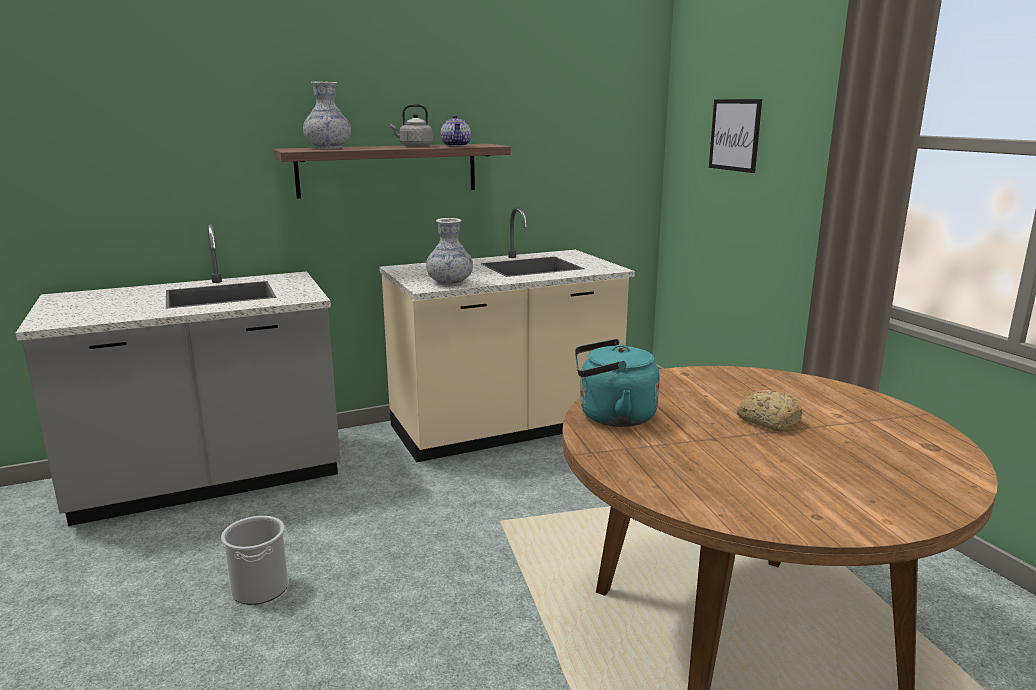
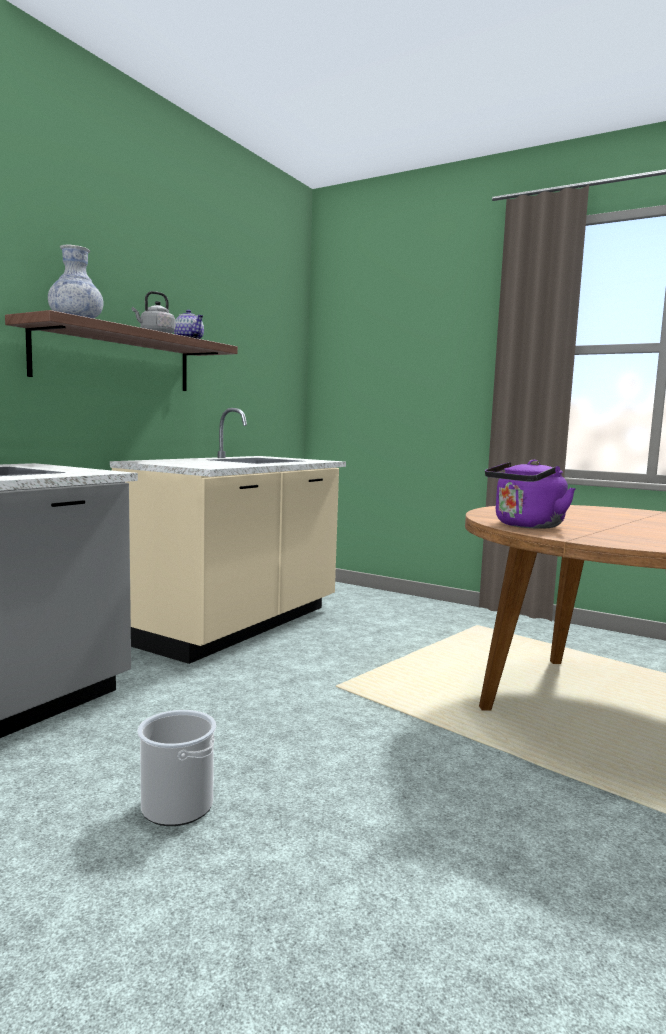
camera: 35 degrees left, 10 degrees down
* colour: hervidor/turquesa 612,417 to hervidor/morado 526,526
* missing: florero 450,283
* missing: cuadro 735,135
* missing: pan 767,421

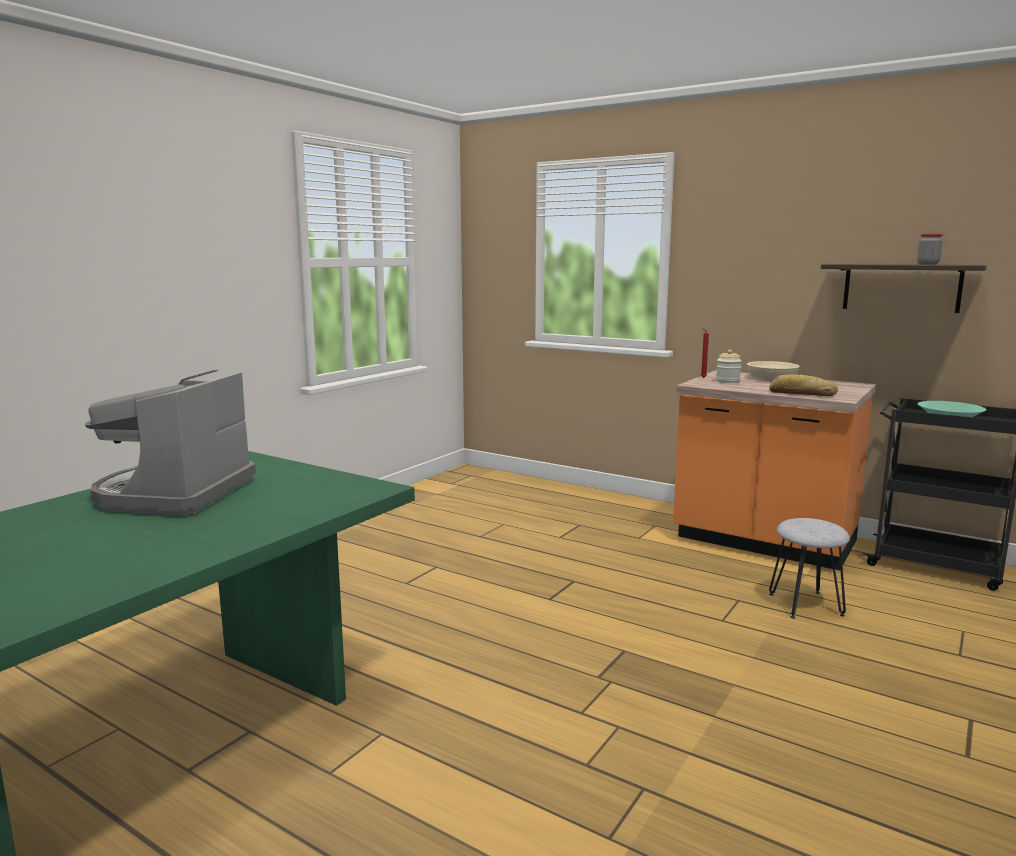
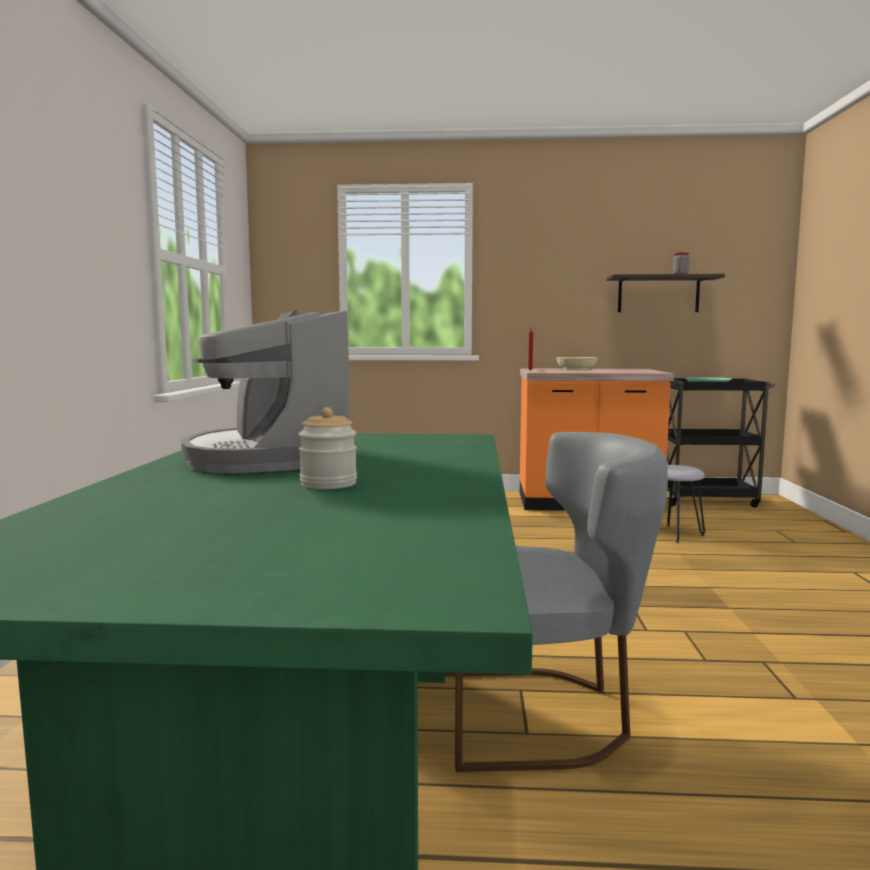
camera: 30 degrees left, 5 degrees down
* relocated: tarro 727,381 to 328,484
* appeared: silla/gris 542,715
* missing: pan 802,393

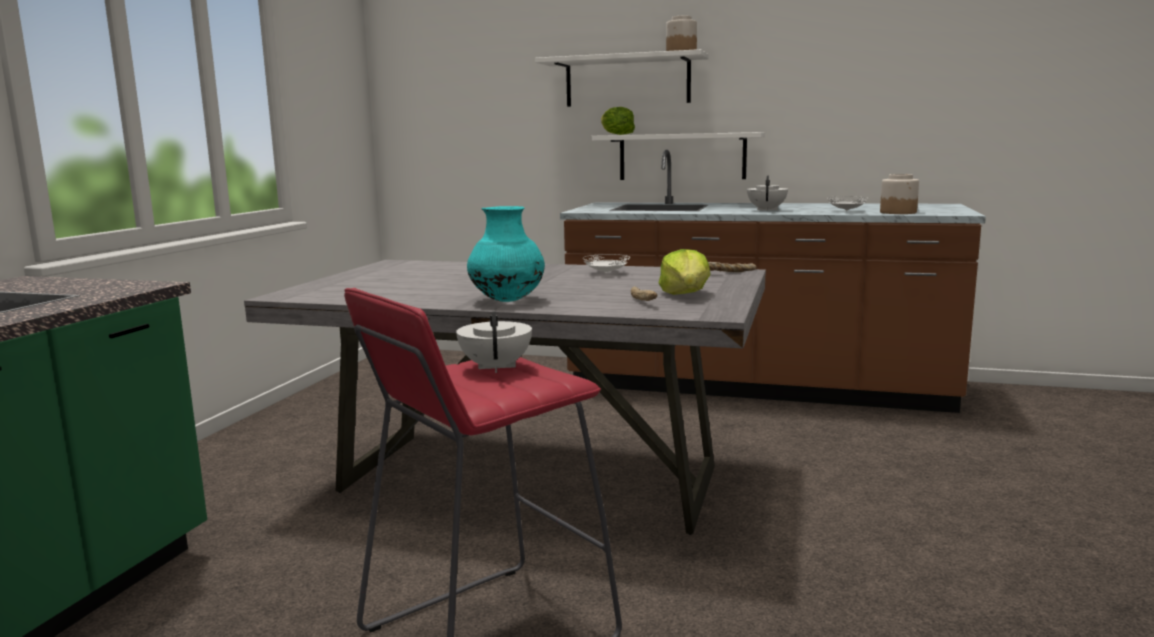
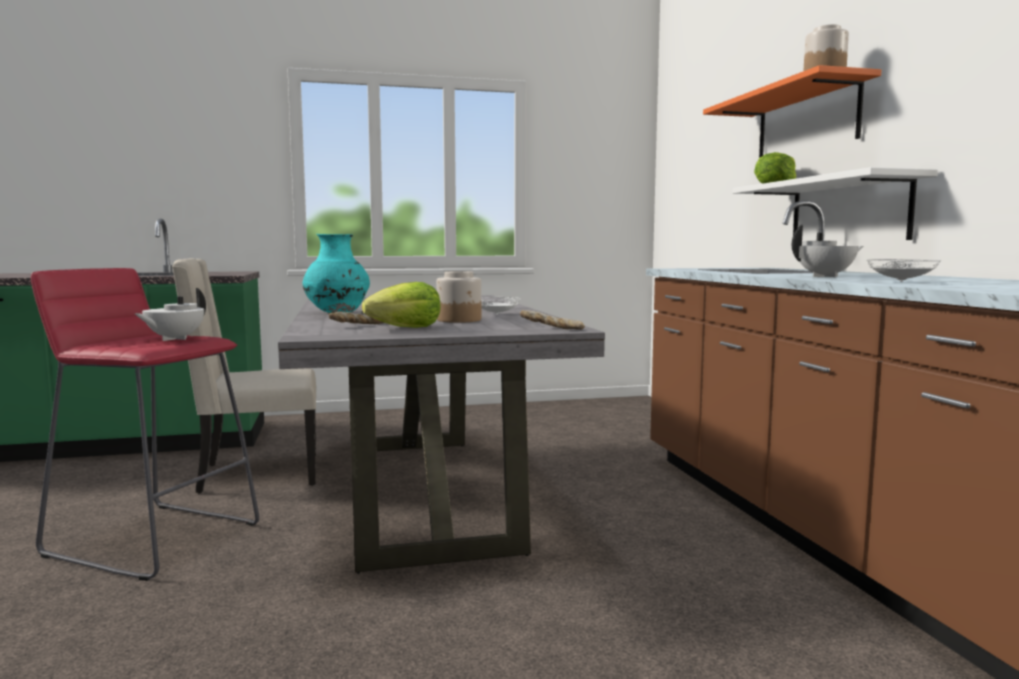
camera: 60 degrees right, 5 degrees down
* spun: tetera/blanco 496,367 = 174,339 150 degrees clockwise
* appeared: silla/beis 257,474
* relocated: tarro 898,212 to 459,320
* colour: estante/blanco 627,81 to estante/naranja 806,121

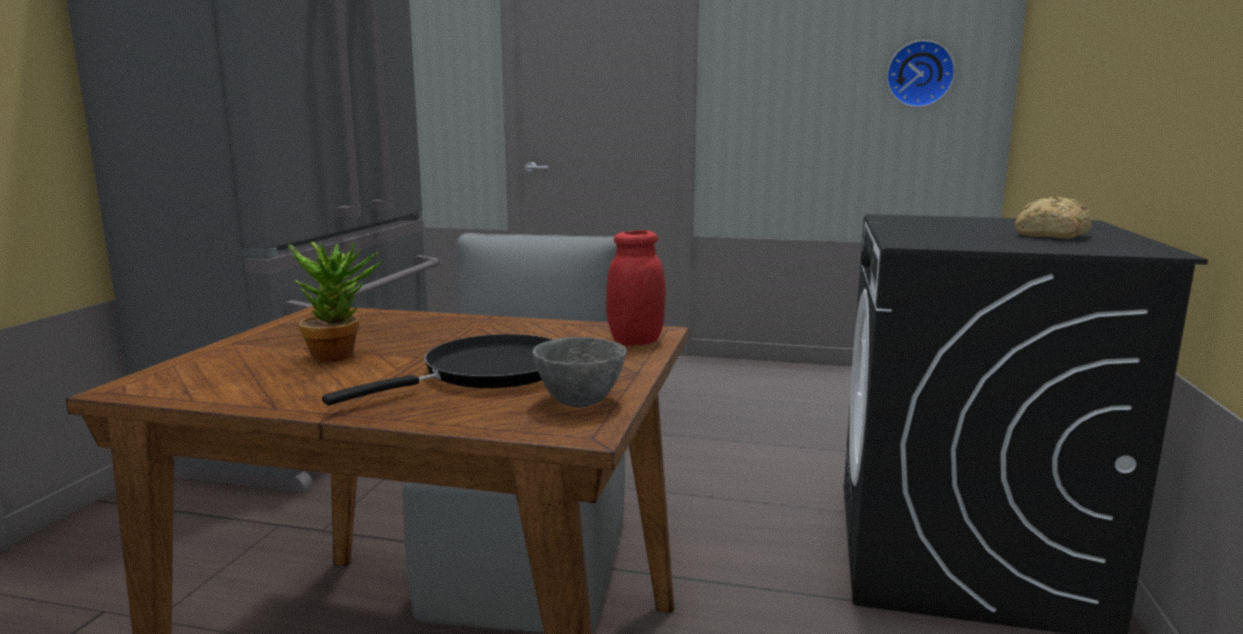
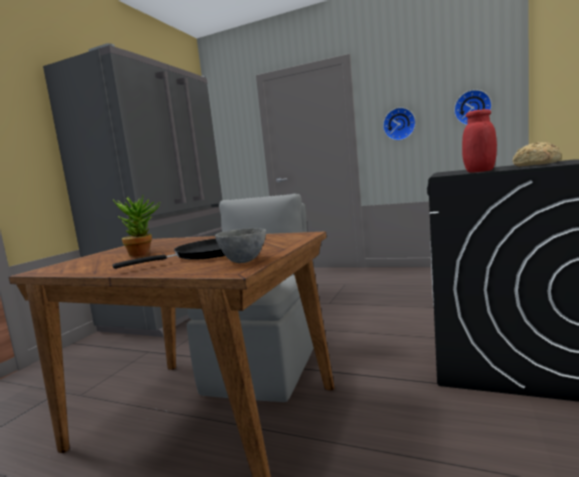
camera: 10 degrees right, 5 degrees down
* appeared: reloj de pared 399,124
* relocated: tarro/rojo 636,341 to 480,171

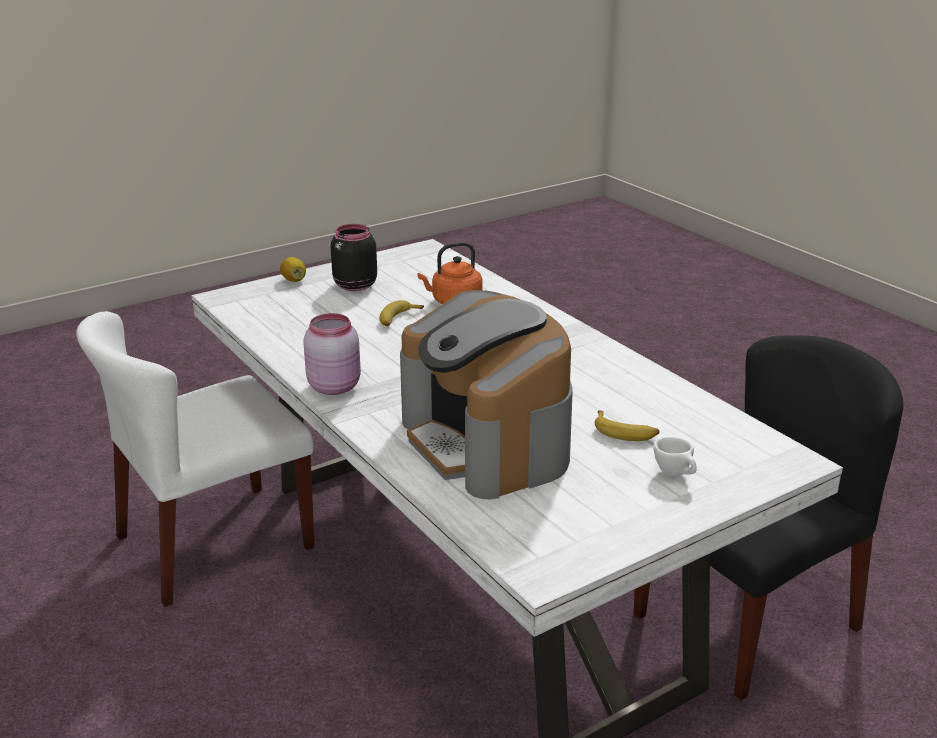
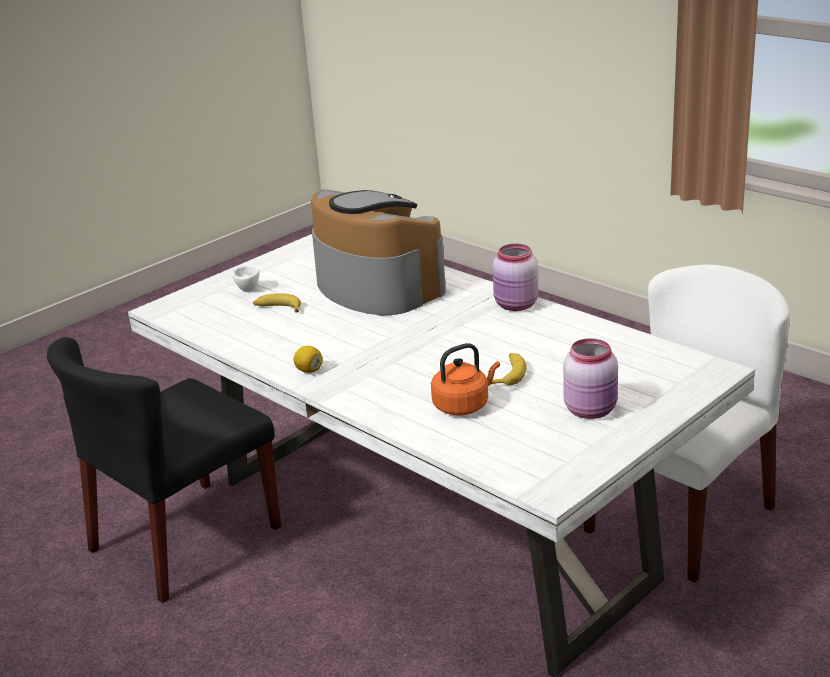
camera: 170 degrees right, 0 degrees up
* relocated: limón 294,280 to 309,370
* colour: tarro/negro 354,285 to tarro/rosa 592,410

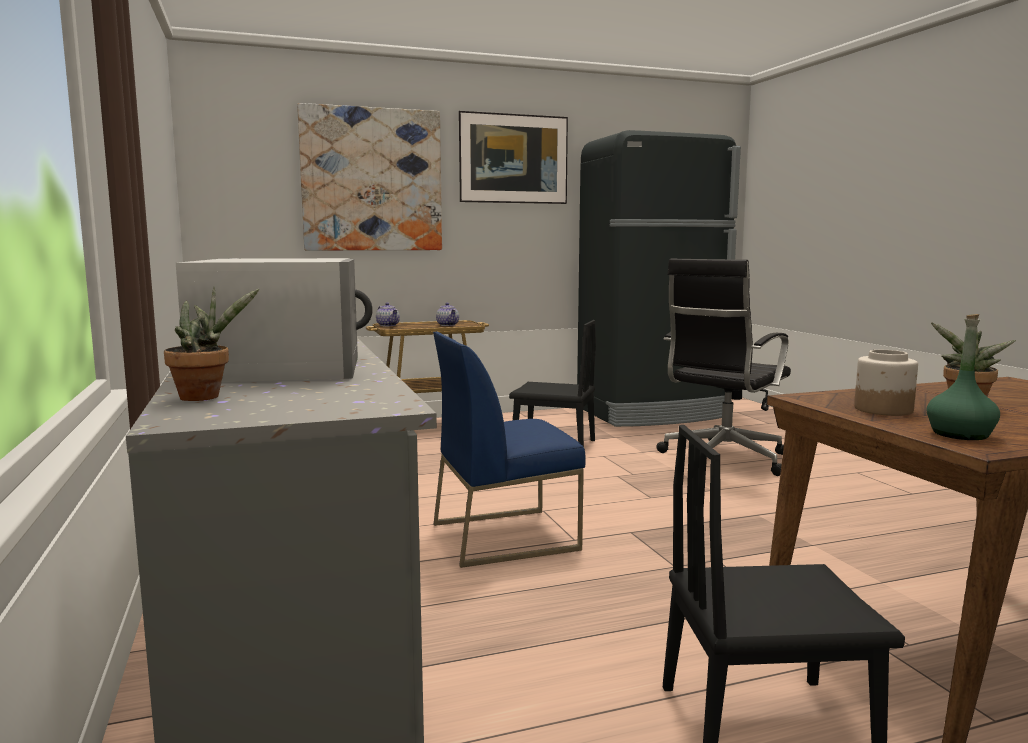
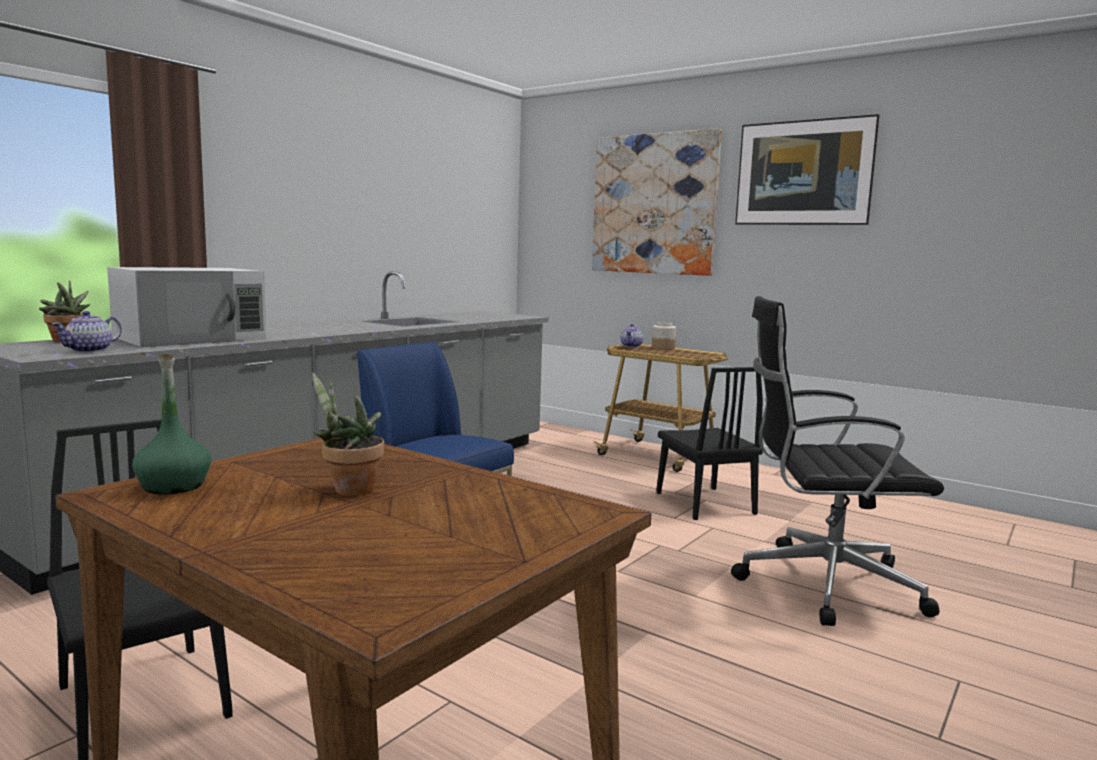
camera: 55 degrees right, 0 degrees up
* relocated: tetera 448,325 to 89,350
* relocated: tarro 883,410 to 662,348
* missing: nevera/negro 651,413

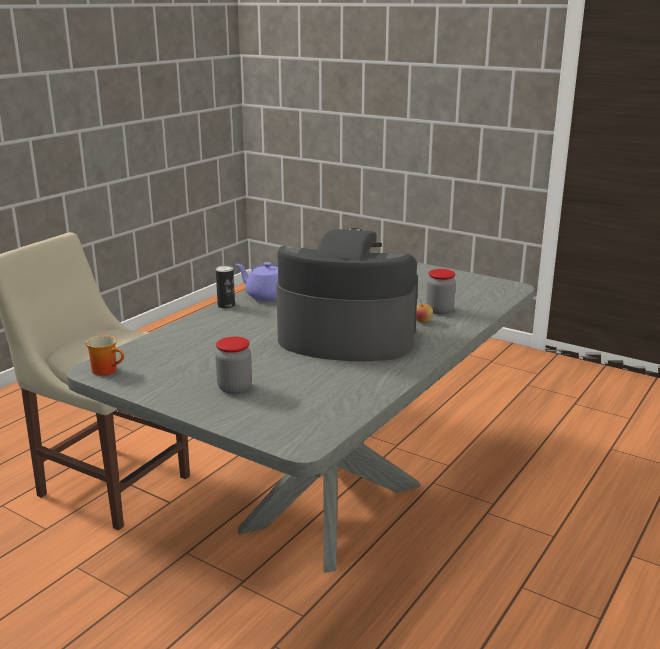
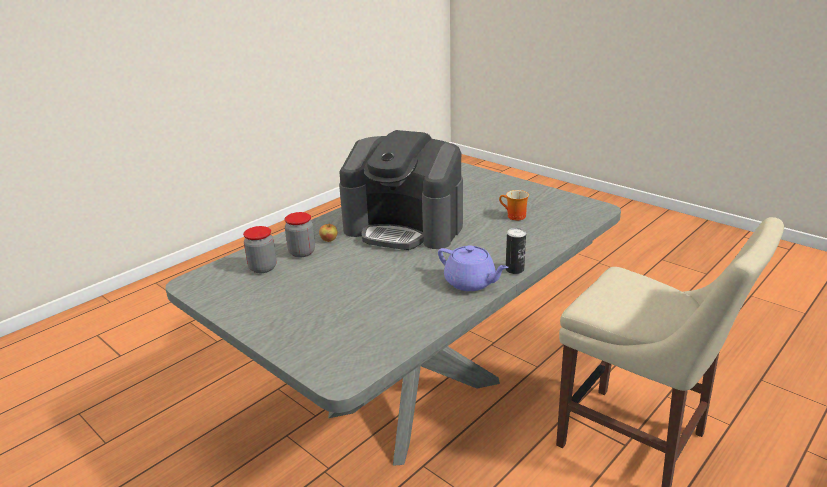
camera: 170 degrees left, 5 degrees up
* relocated: tarro 235,388 to 263,268
* relocated: taza grande 108,370 to 513,216

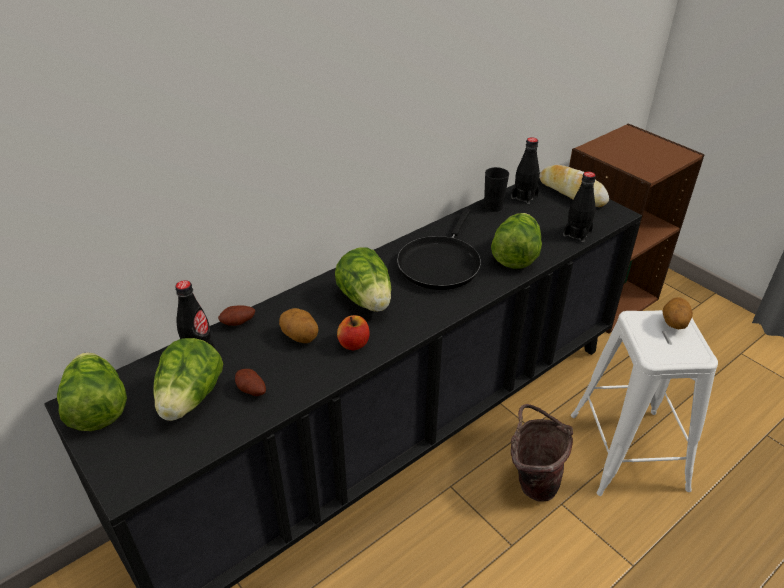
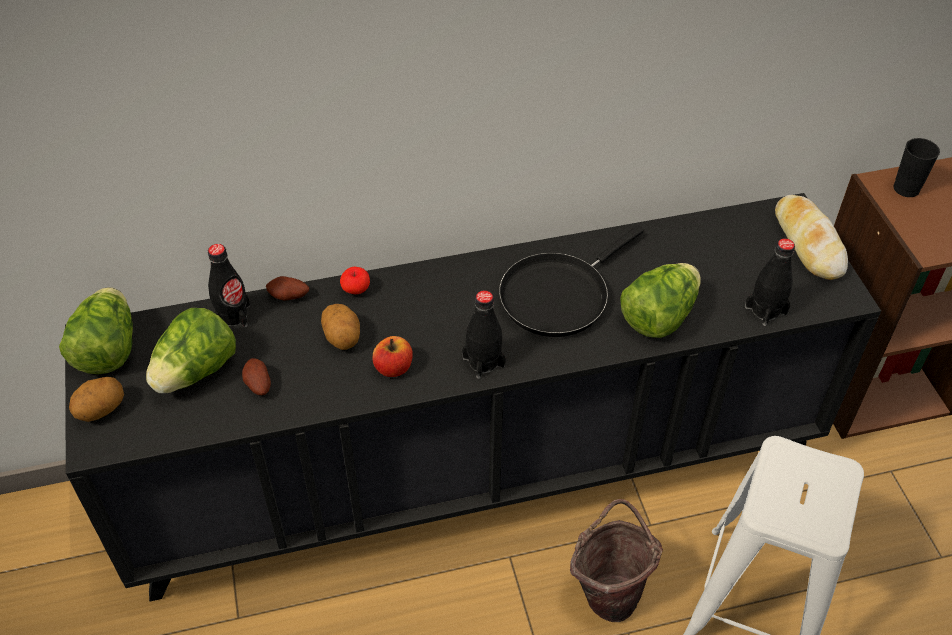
camera: 25 degrees right, 10 degrees up
* relocated: patata 673,324 to 101,410
* appeared: manzana 356,290
* relocated: botella/negro 524,197 to 483,362
* relocated: taza/negro 493,207 to 906,189
* missing: lechuga 367,300

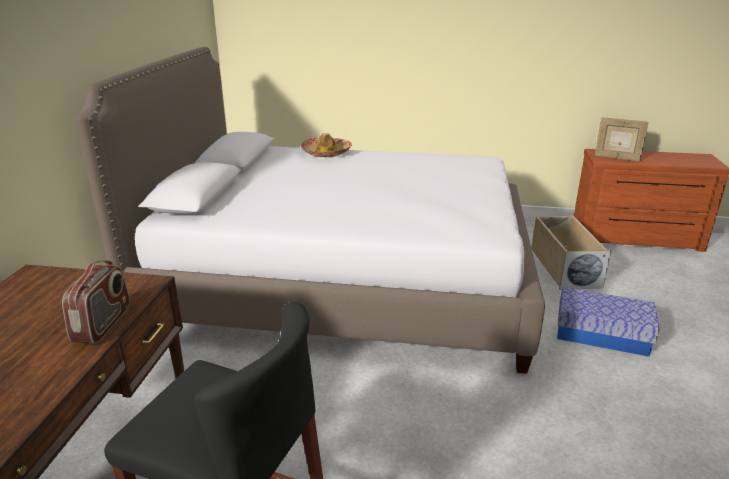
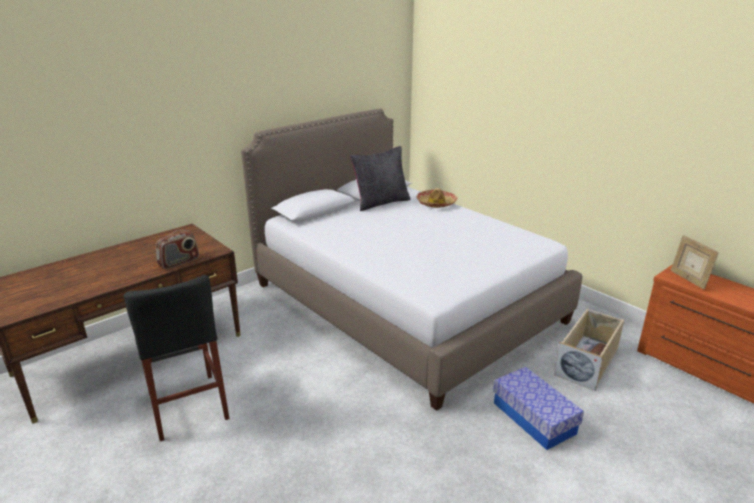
camera: 40 degrees right, 0 degrees up
* appeared: cojín/negro 381,202

